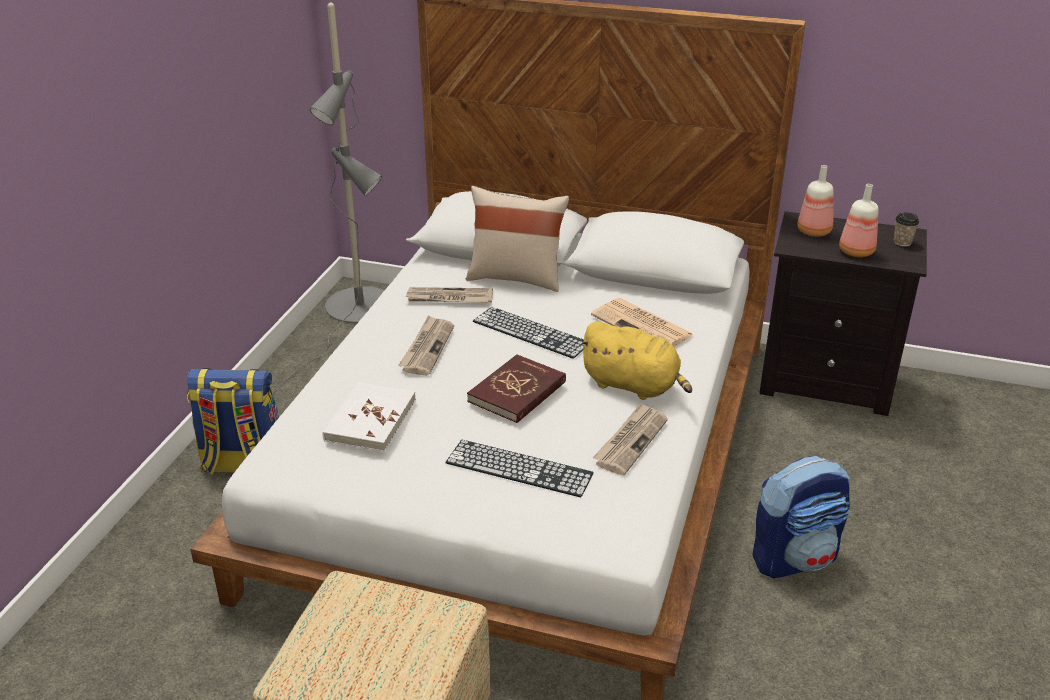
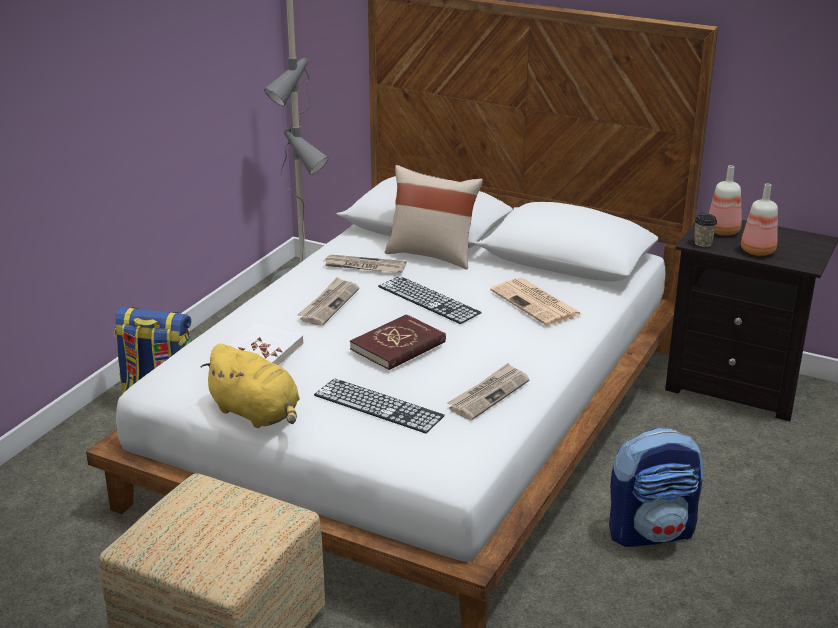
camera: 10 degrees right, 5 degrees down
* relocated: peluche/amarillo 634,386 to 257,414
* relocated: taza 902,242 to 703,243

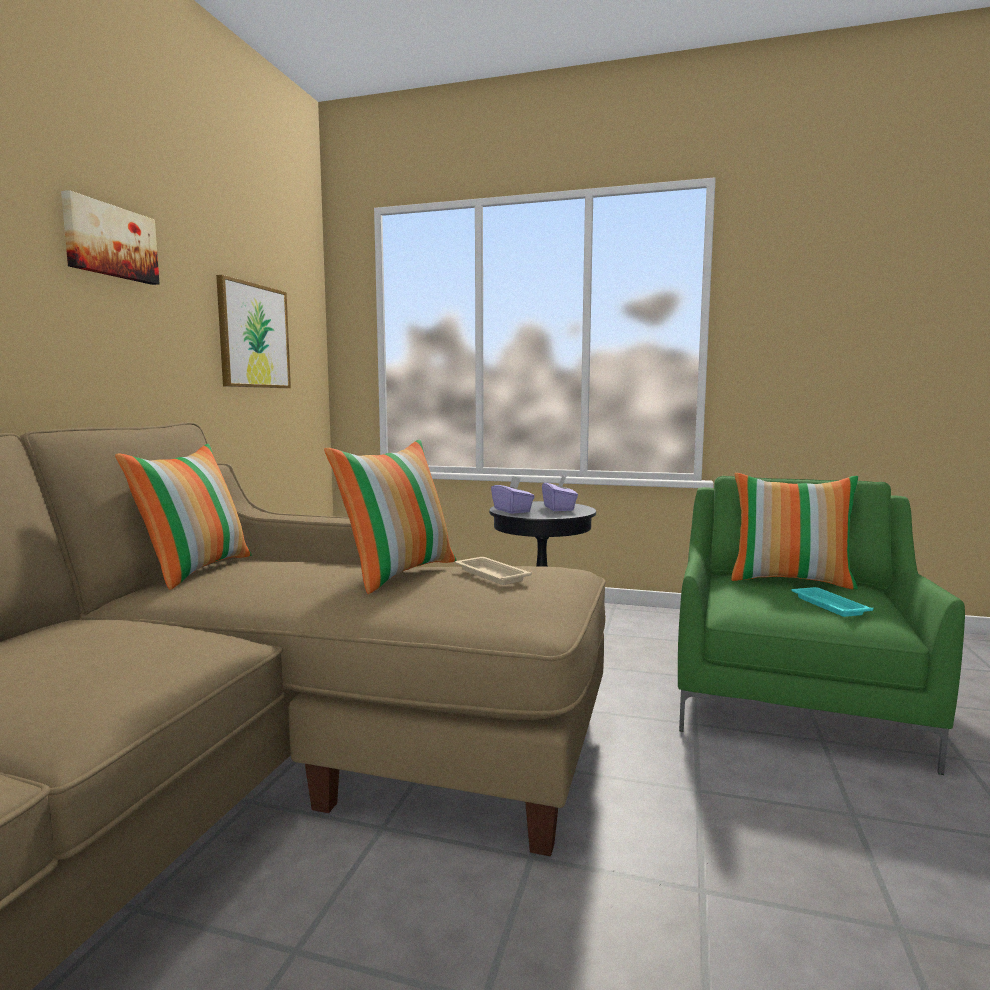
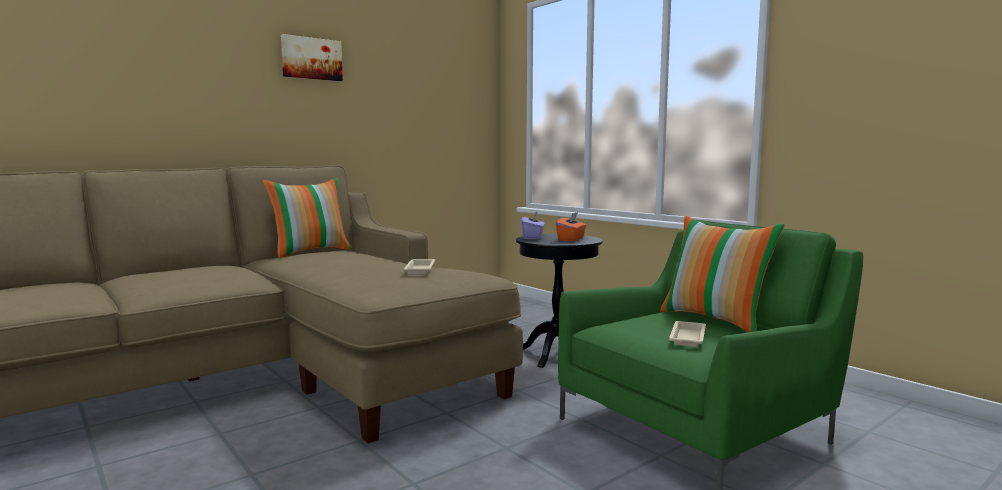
camera: 35 degrees right, 0 degrees up
* colour: caja de pañuelos/morado 559,508 to caja de pañuelos/naranja 571,239
* colour: bandeja/turquesa 828,605 to bandeja/beis 688,337
* missing: cuadro 253,336
* missing: cojín 398,573

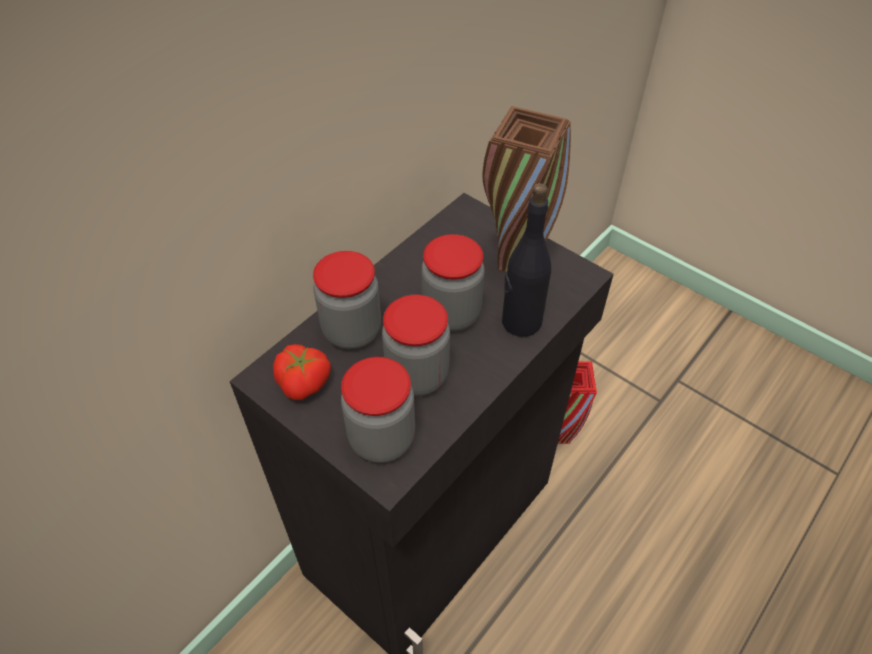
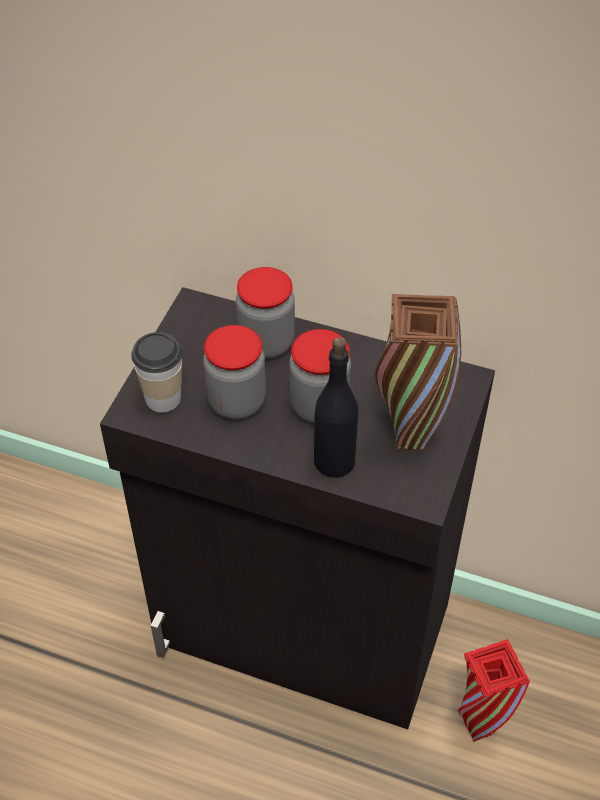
camera: 70 degrees right, 0 degrees up
* exchanged: tarro 382,438 to taza 163,398
* missing: tomate 305,382

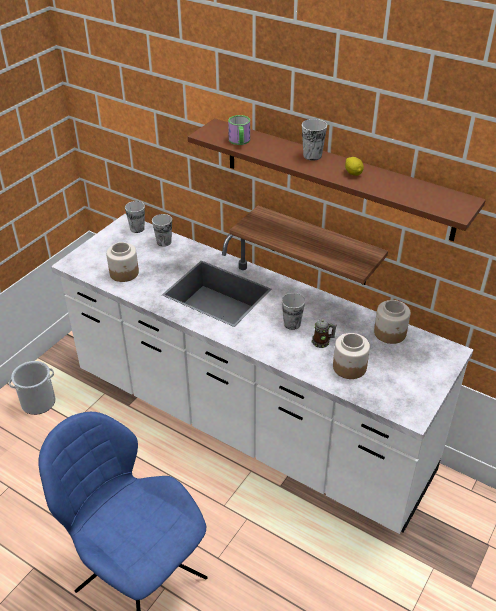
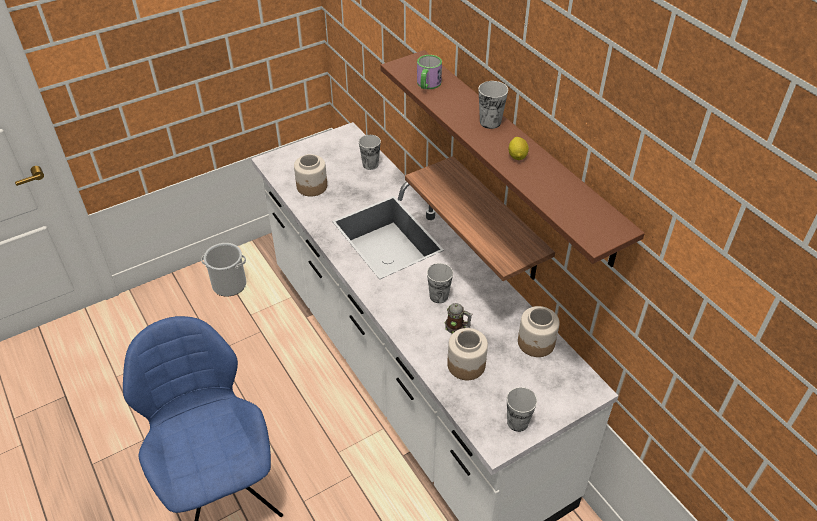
camera: 25 degrees right, 5 degrees up
* relocated: taza 137,228 to 517,422

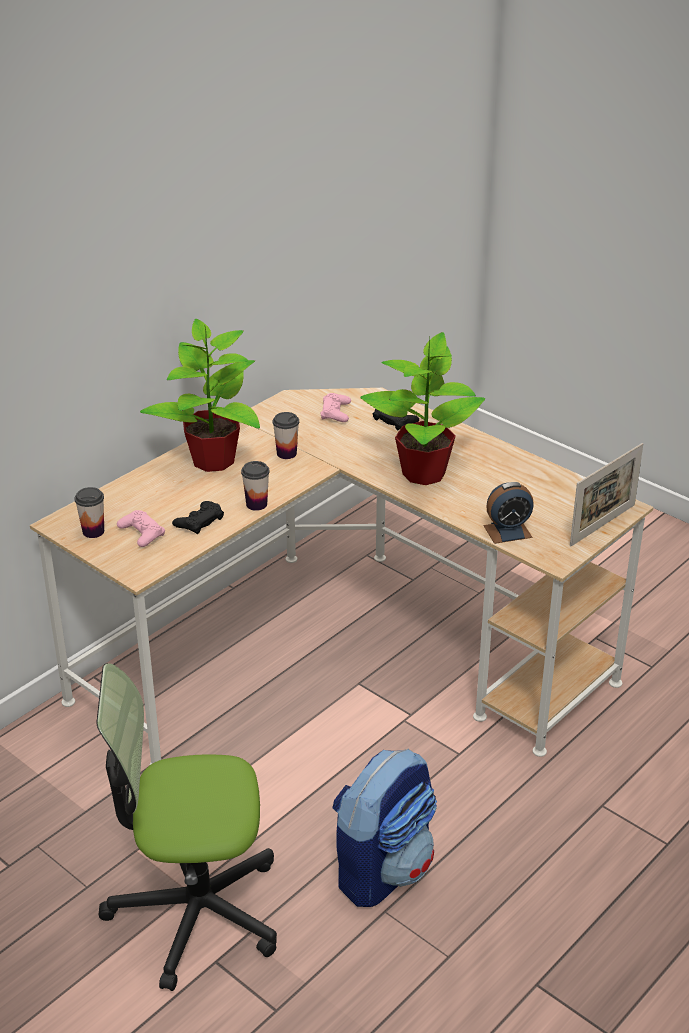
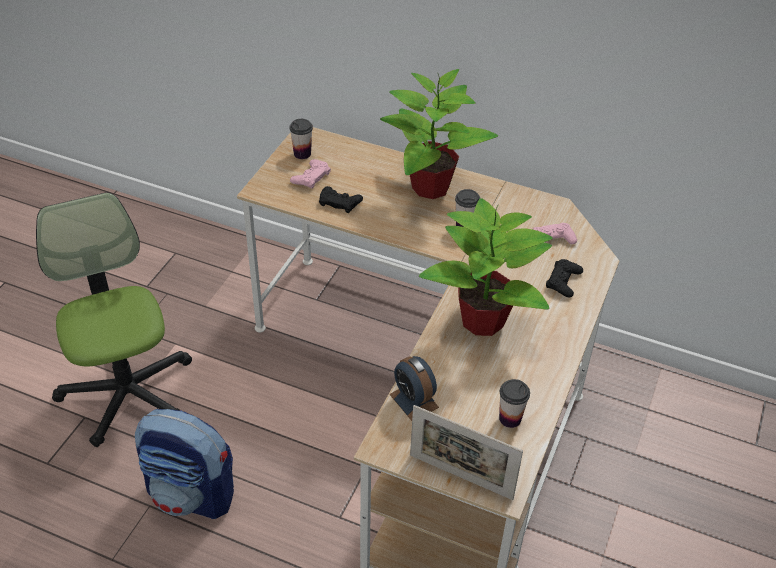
camera: 70 degrees right, 10 degrees up
* relocated: taza 256,504 to 510,418

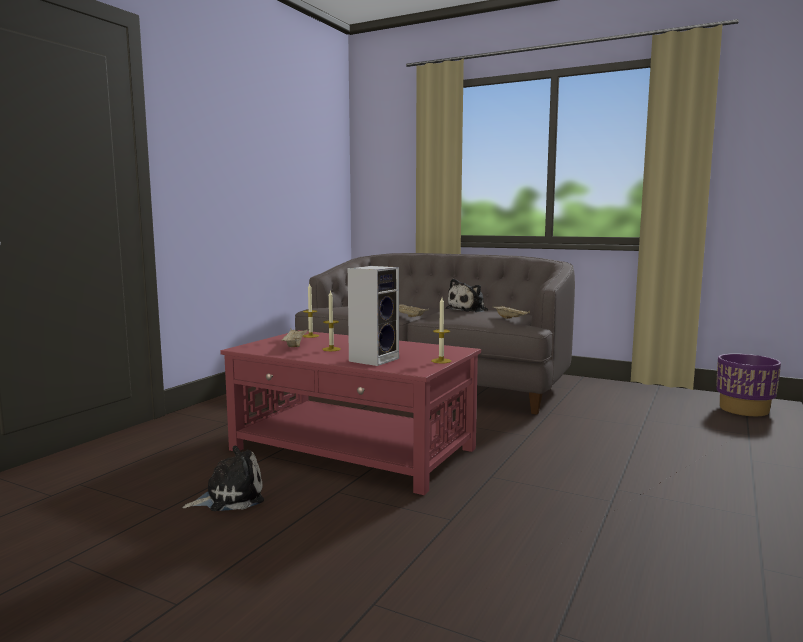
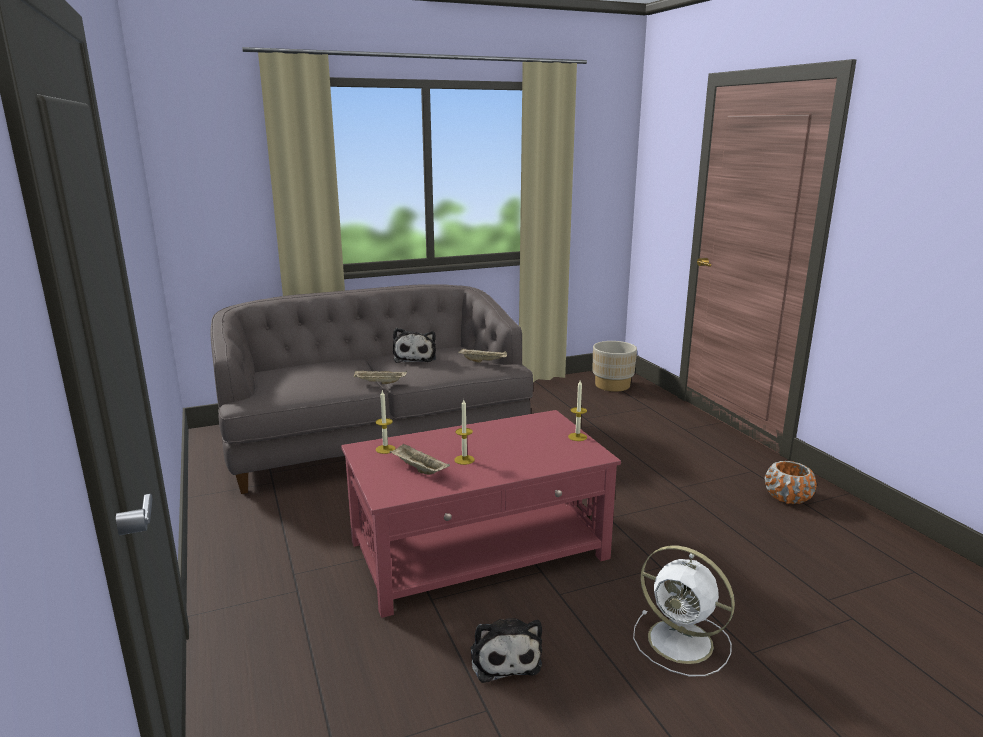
camera: 50 degrees left, 10 degrees up
* spun: peluche 230,497 = 504,657 150 degrees clockwise
* colour: maceta/morado 744,410 to maceta/beis 612,385
* appeared: ventilador/blanco 683,642
* appeared: maceta/naranja 787,497
* missing: altavoz 374,359

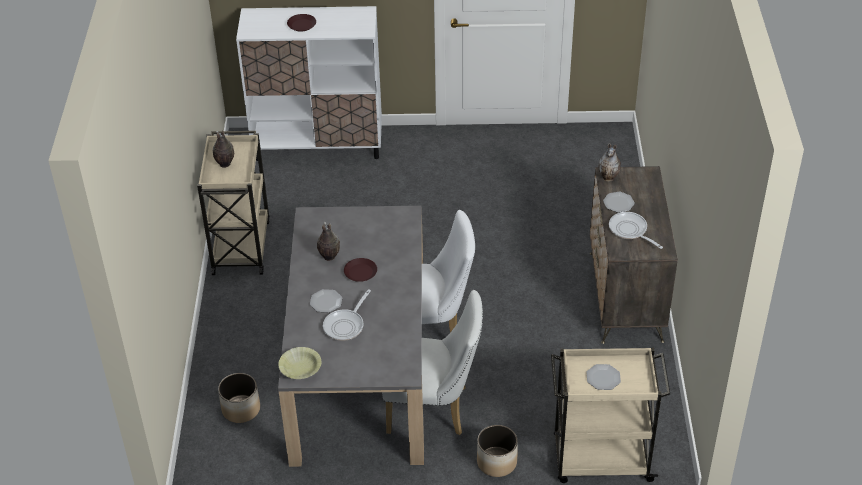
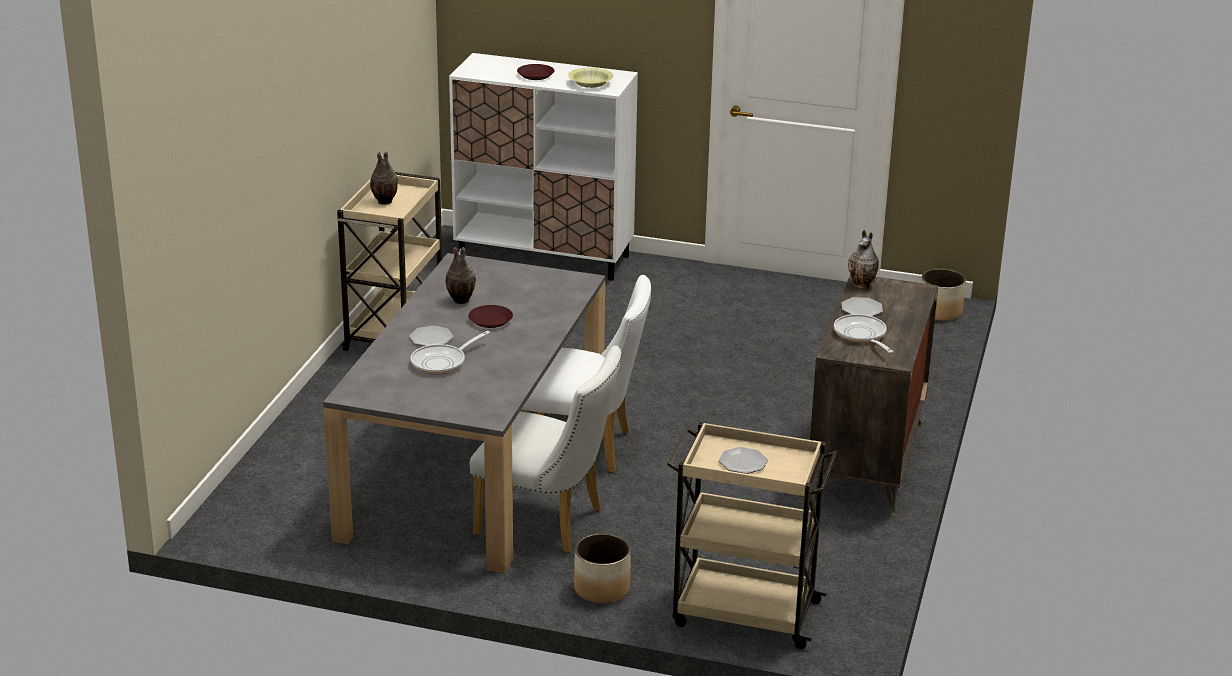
camera: 15 degrees right, 15 degrees down
* relocated: cuenco/amarillo 300,368 to 590,83
* relocated: maceta 241,409 to 940,312

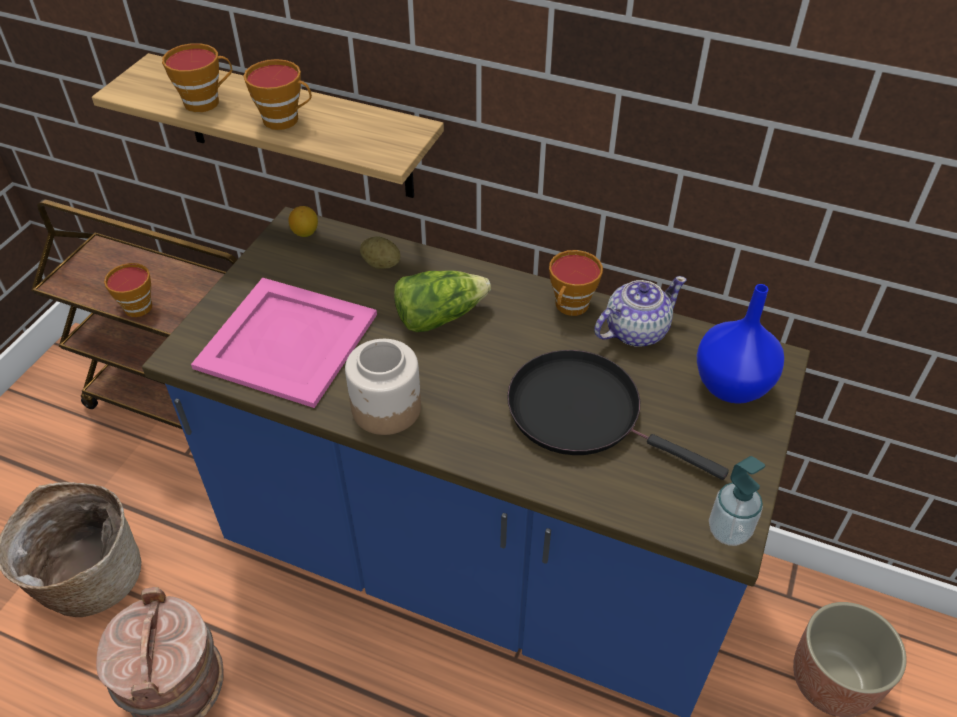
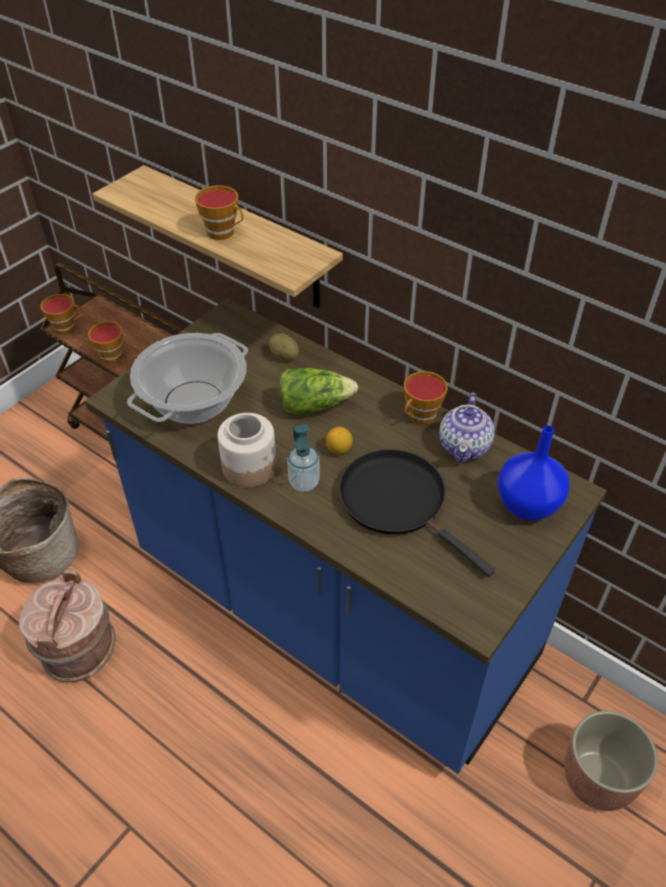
camera: 15 degrees right, 0 degrees up
* relocated: taza 206,102 to 67,327
* exchanged: bandeja/rosa 287,342 to olla 194,403
* relocated: dispensador de jabón 728,530 to 304,482
* relocated: limón 305,233 to 339,450
* spun: tetera 634,331 = 465,446 120 degrees clockwise

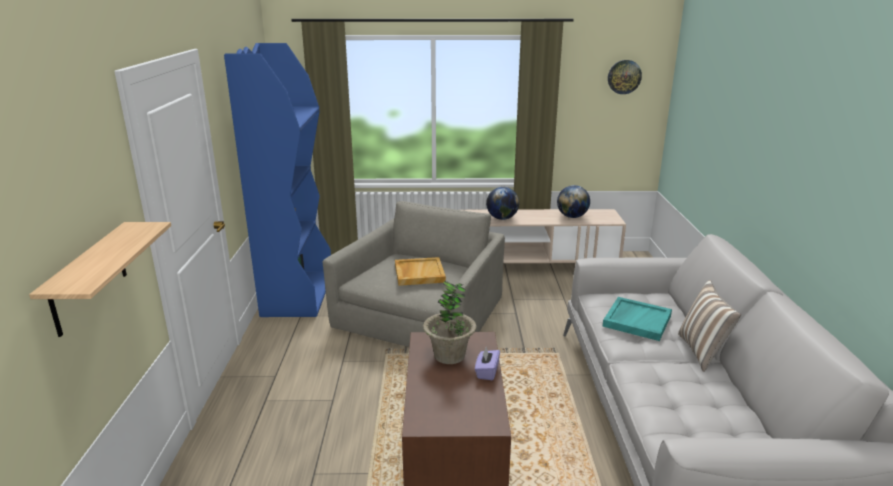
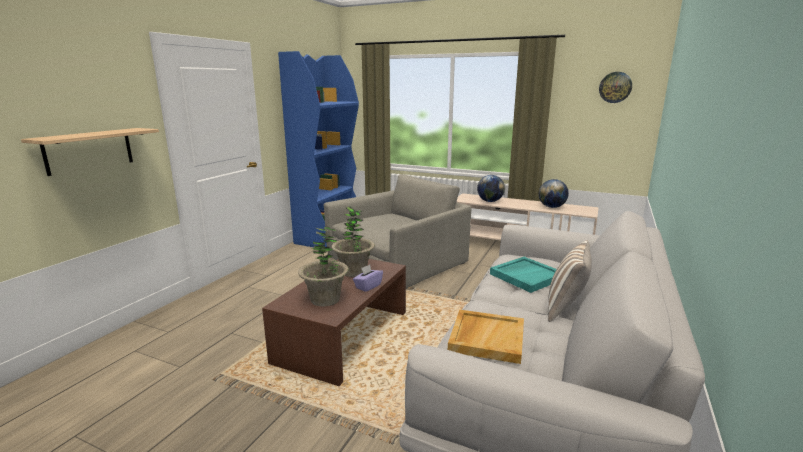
camera: 25 degrees right, 5 degrees down
* appeared: planta en maceta 325,299
* relocated: bandeja/beis 419,273 to 486,338

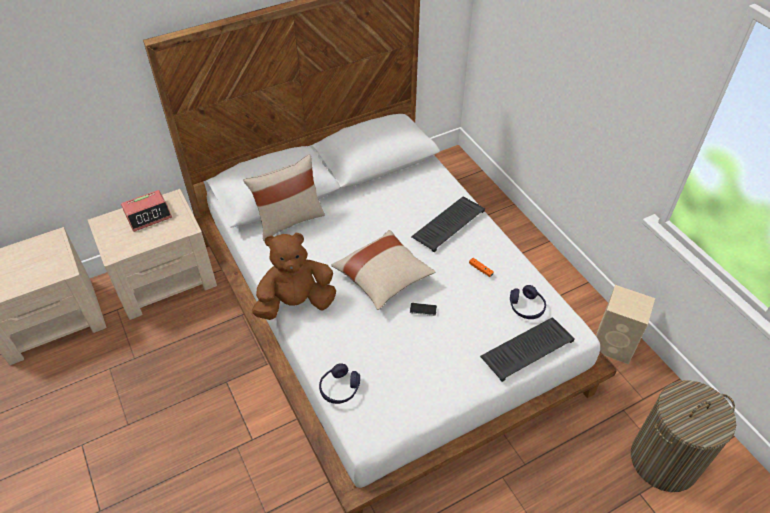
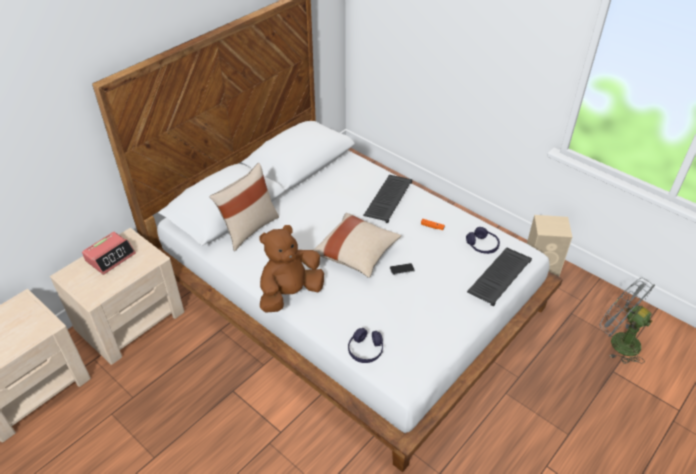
camera: 20 degrees left, 5 degrees down
* exchanged: cesto de la ropa 664,460 to ventilador/gris 618,341

